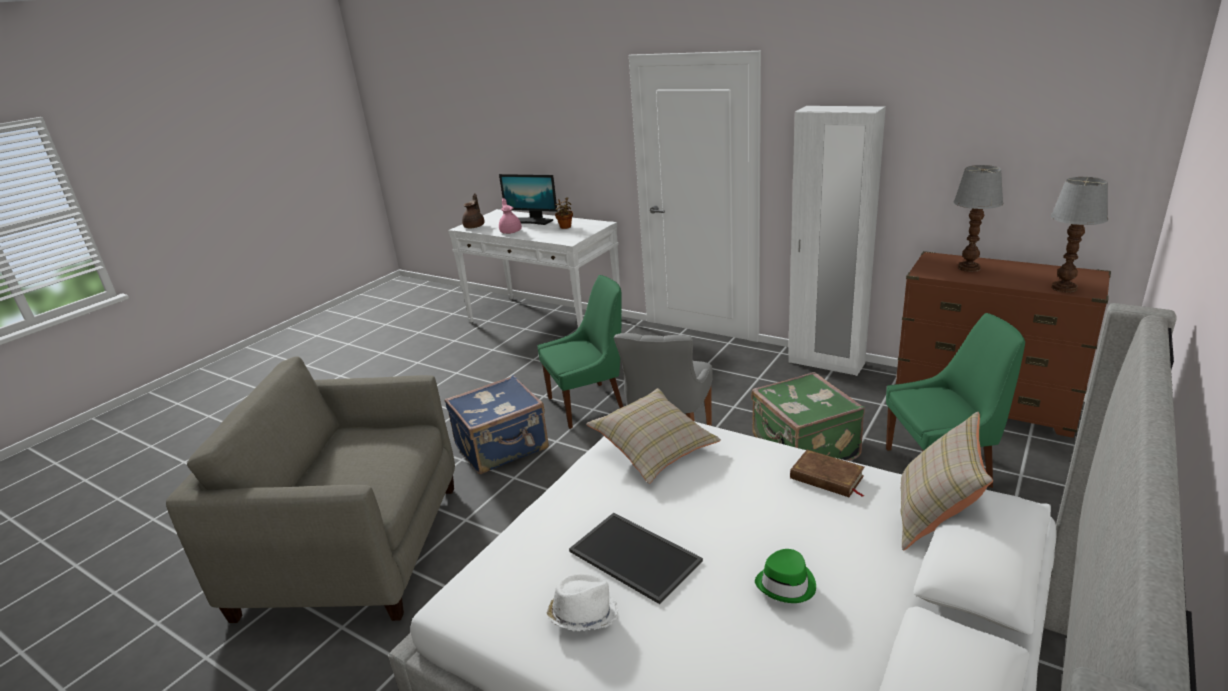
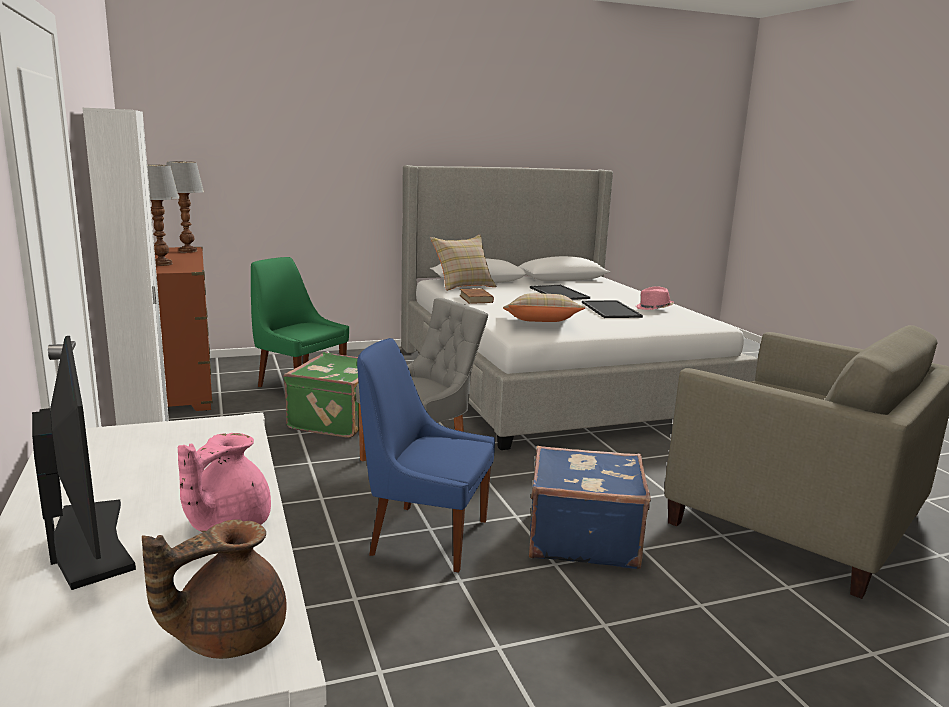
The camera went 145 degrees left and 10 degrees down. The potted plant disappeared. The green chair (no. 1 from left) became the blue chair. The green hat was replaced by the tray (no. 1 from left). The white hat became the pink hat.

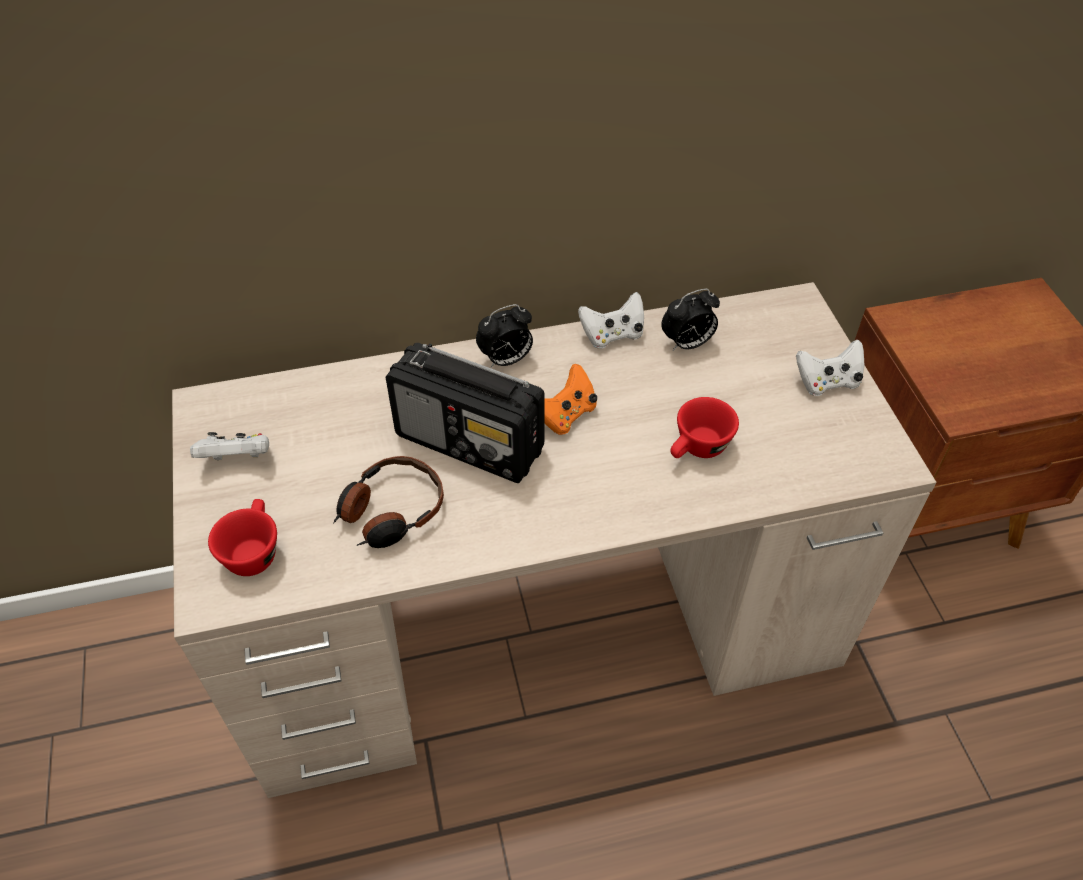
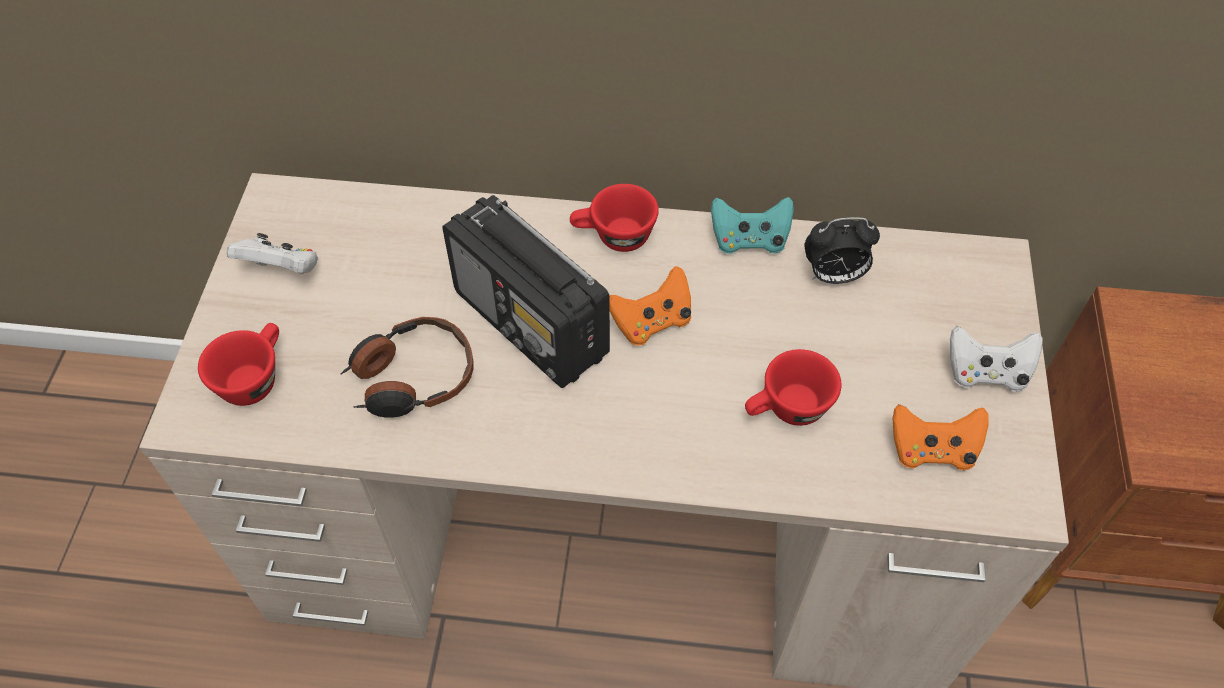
The camera went 20 degrees right and 5 degrees up. The white game controller (no. 2 from left) became the turquoise game controller. The alarm clock (no. 1 from left) was replaced by the red cup (no. 2 from left). The orange game controller (no. 2 from left) appeared.

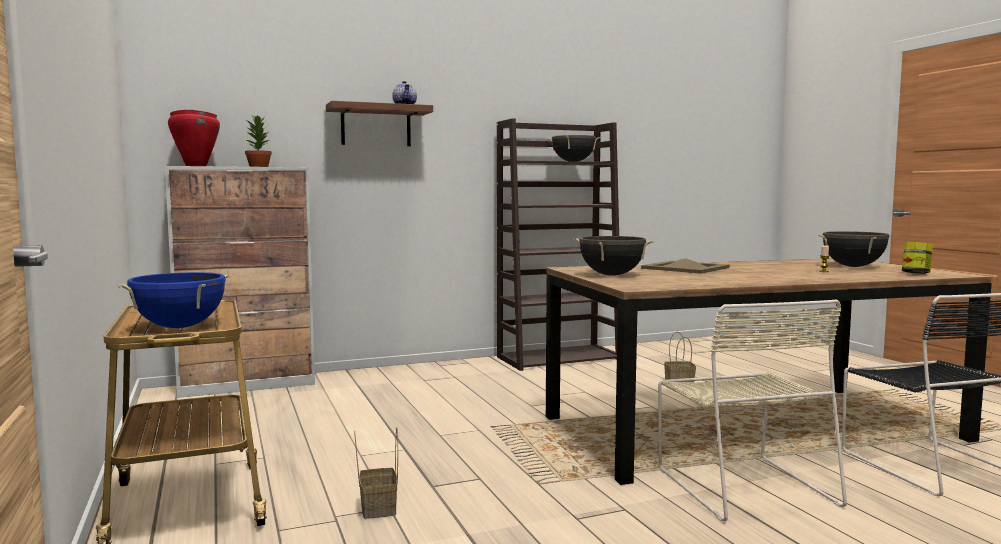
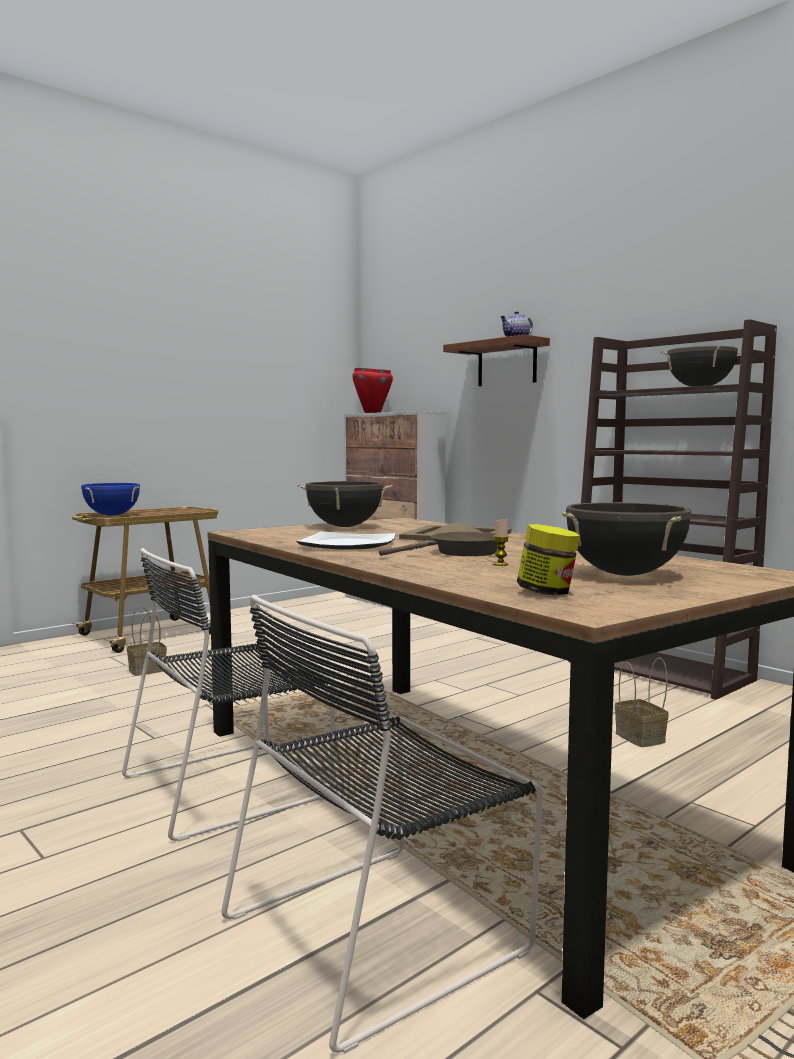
The camera went 70 degrees right and 0 degrees up. The potted plant disappeared. The beige chair became the black chair (no. 1 from left). The plate appeared. The brown frying pan appeared.

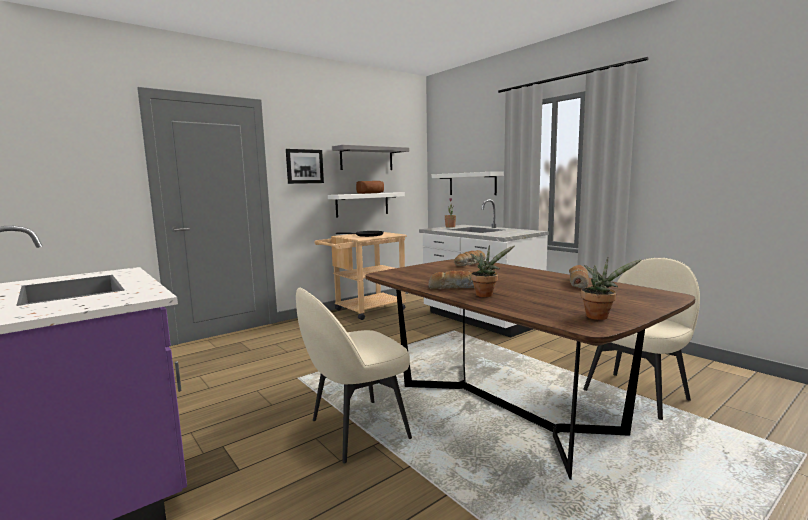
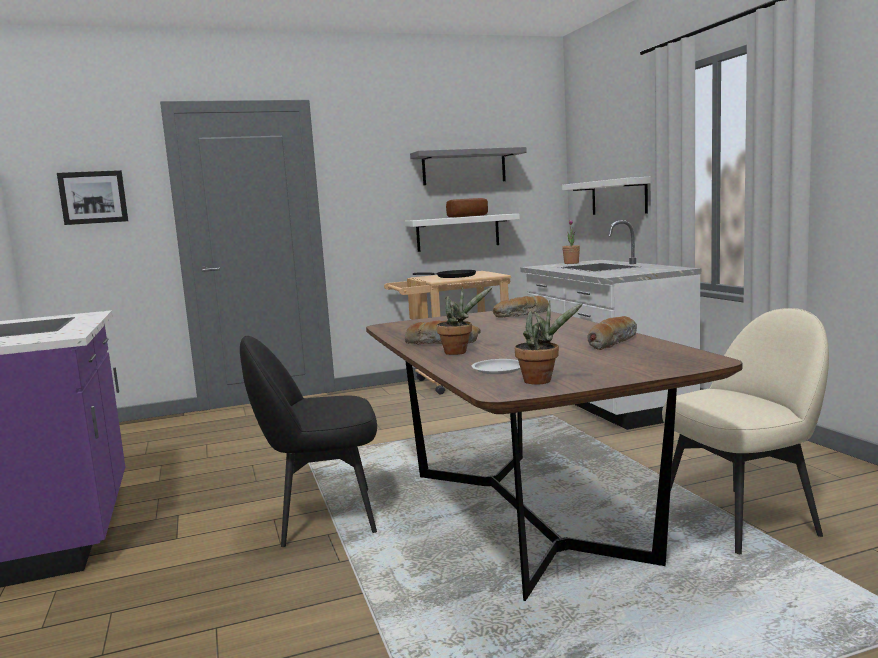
The camera went 20 degrees right and 0 degrees up. The picture moved. The beige chair (no. 1 from left) became the black chair. The white plate appeared.

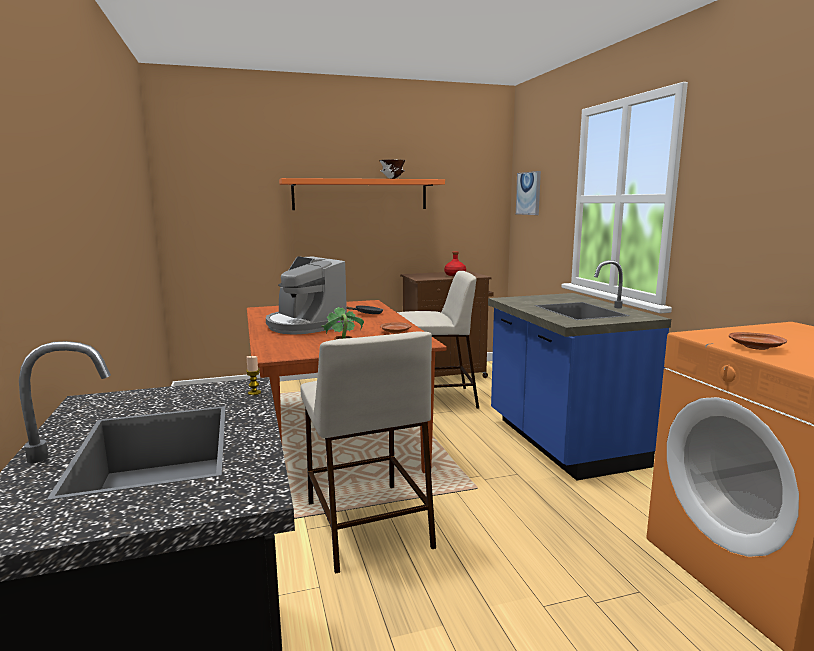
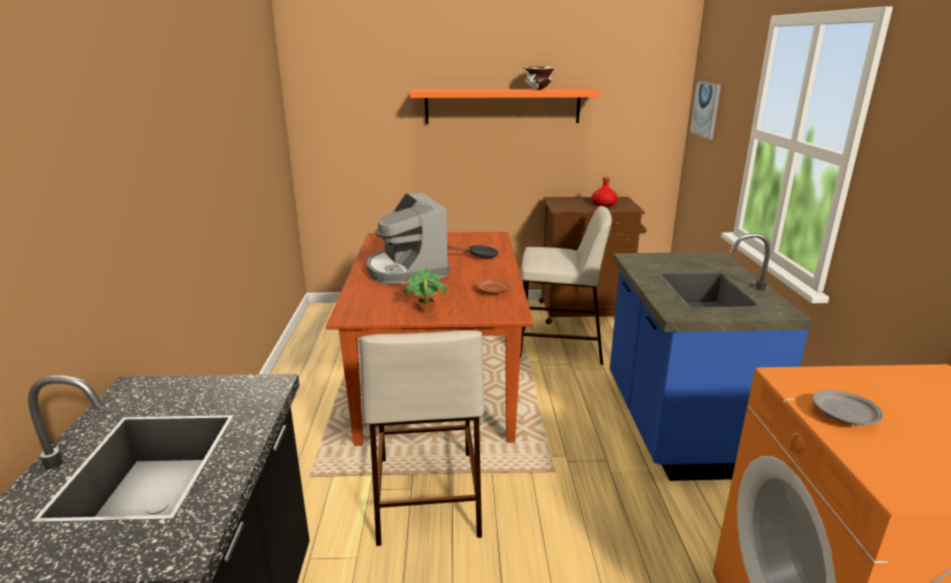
The camera went 15 degrees right and 10 degrees up. The brown plate (no. 2 from left) became the grey plate. The candle disappeared.

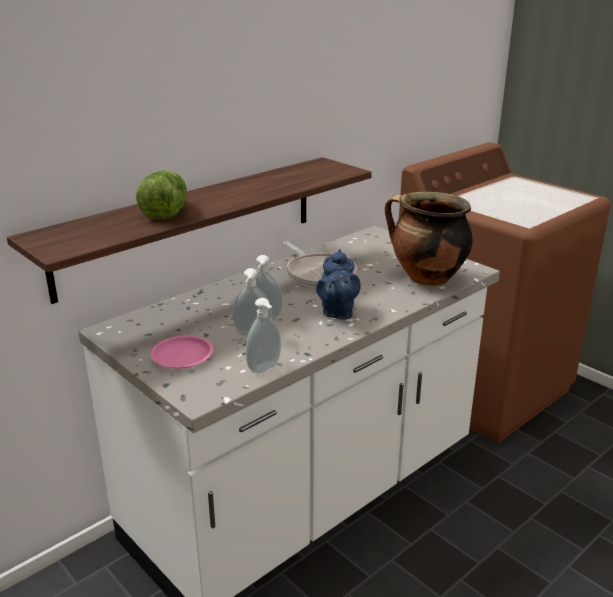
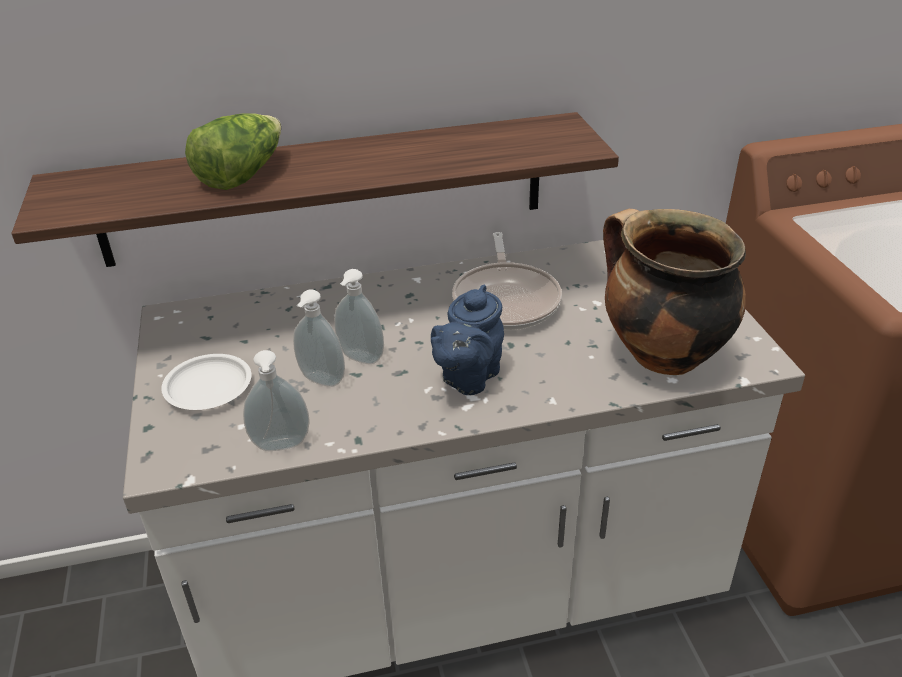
The camera went 30 degrees right and 10 degrees up. The pink plate became the white plate.

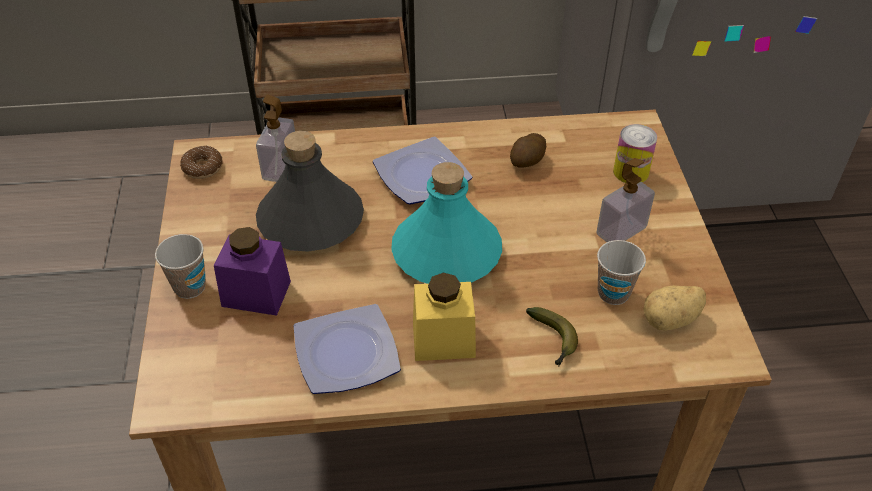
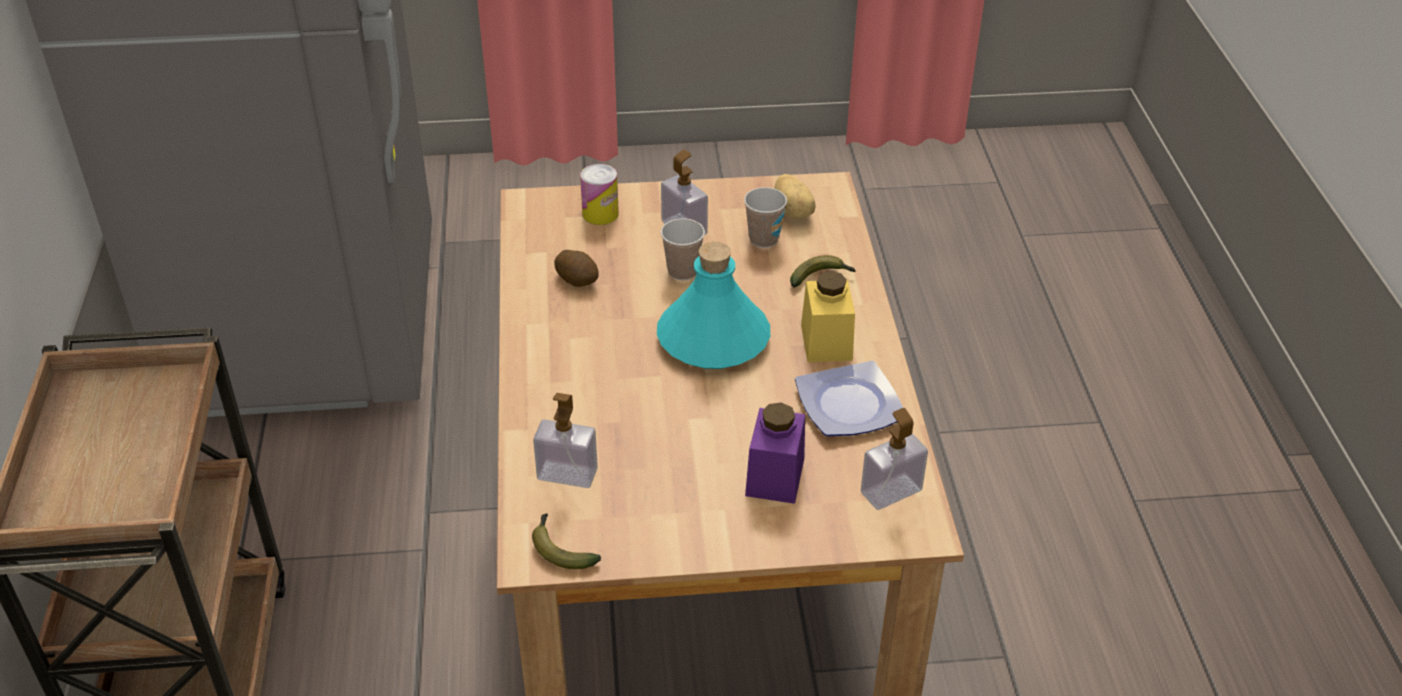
The camera went 90 degrees left and 5 degrees down. The grey bottle disappeared. The plate (no. 2 from left) disappeared. The donut was replaced by the banana (no. 1 from left). The cup (no. 1 from left) moved. The soap dispenser (no. 3 from left) appeared.

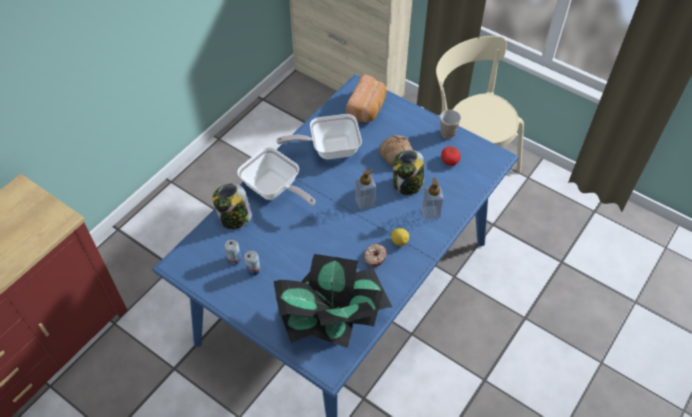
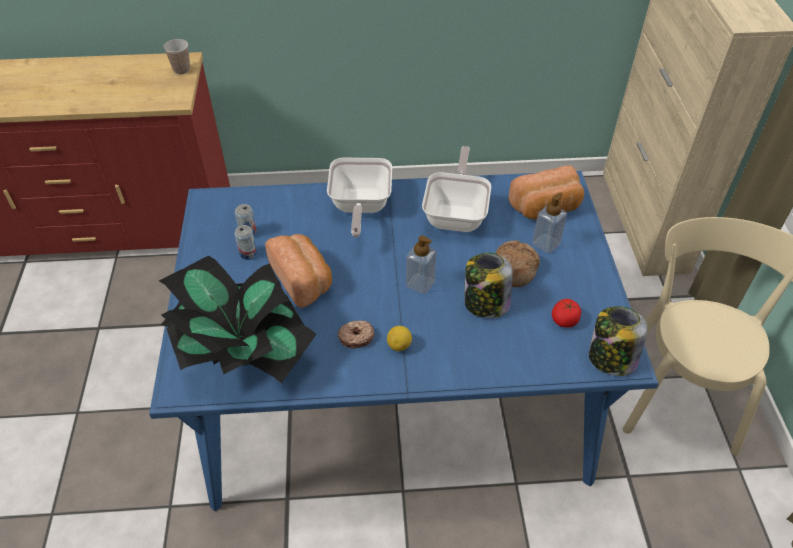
The camera went 50 degrees right and 5 degrees down. The cup moved. The frying pan (no. 2 from left) turned 60 degrees clockwise. The soap dispenser (no. 2 from left) moved. The jar (no. 1 from left in the first image) moved. The bread (no. 1 from left) appeared.

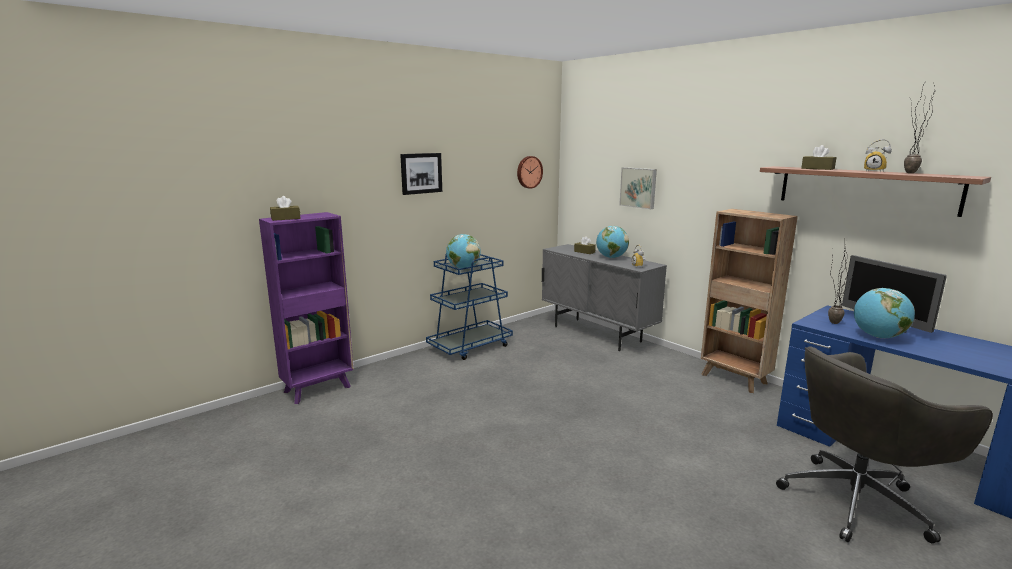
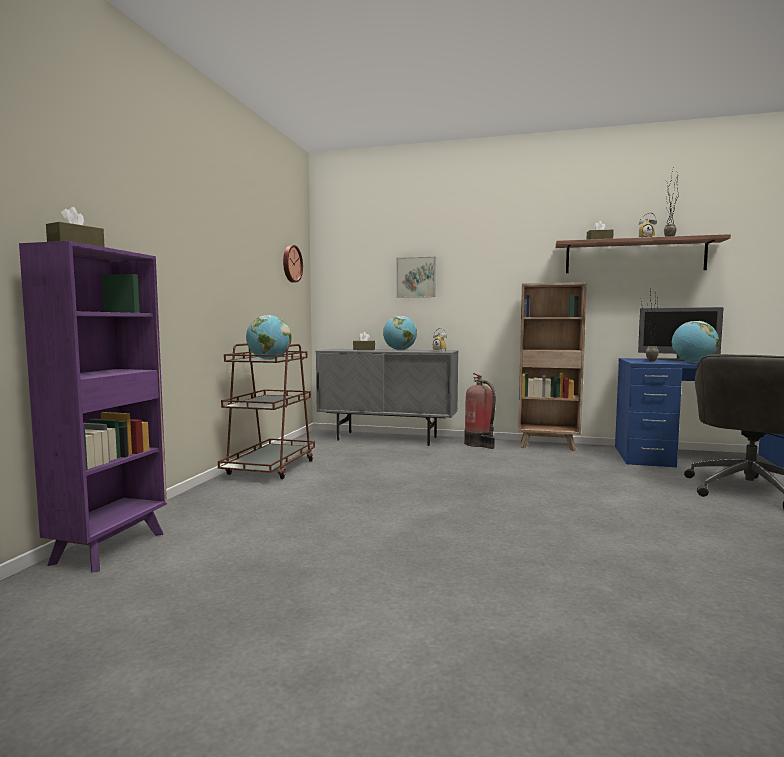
The camera went 35 degrees left and 10 degrees down. The picture (no. 1 from left) disappeared. The blue cart became the brown cart. The fire extinguisher appeared.

